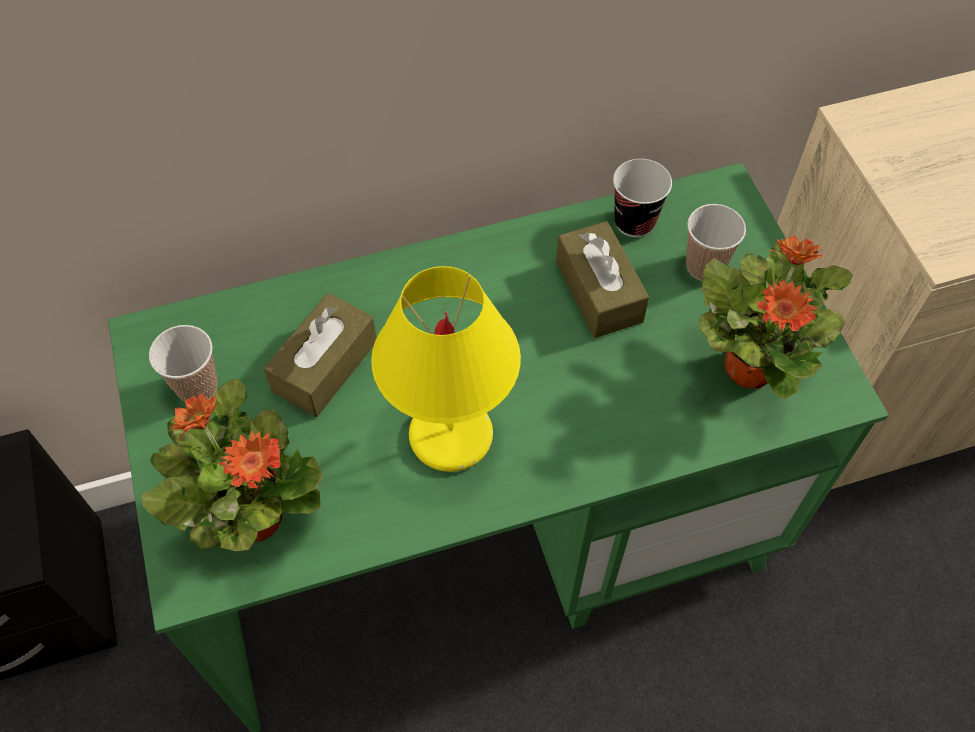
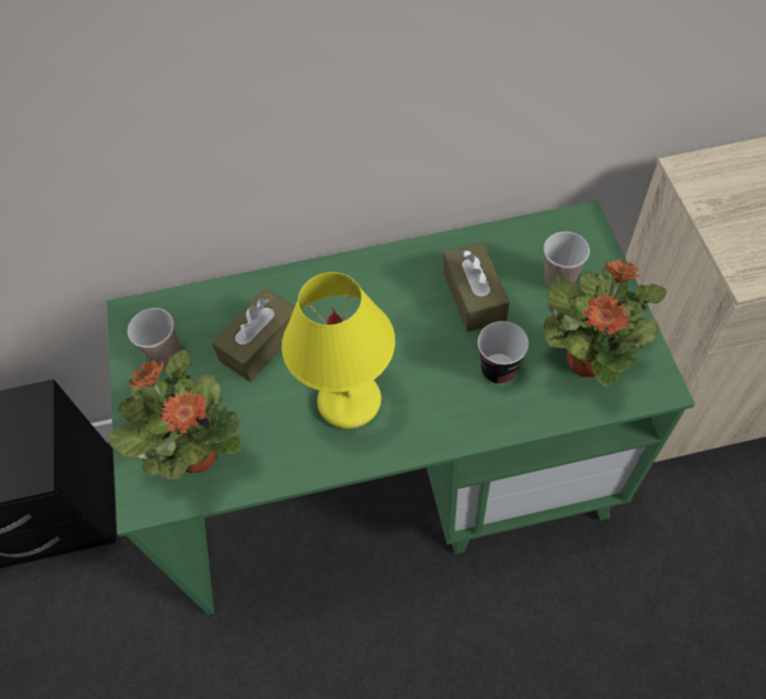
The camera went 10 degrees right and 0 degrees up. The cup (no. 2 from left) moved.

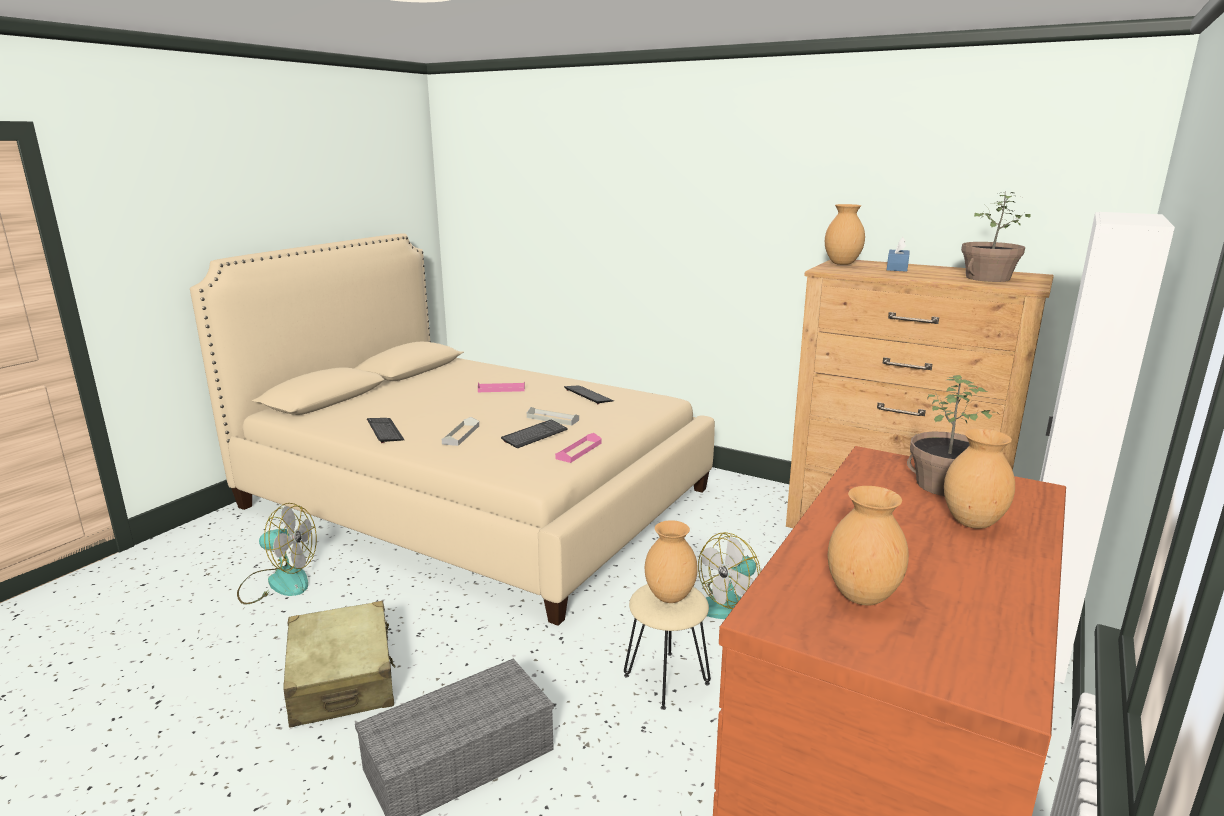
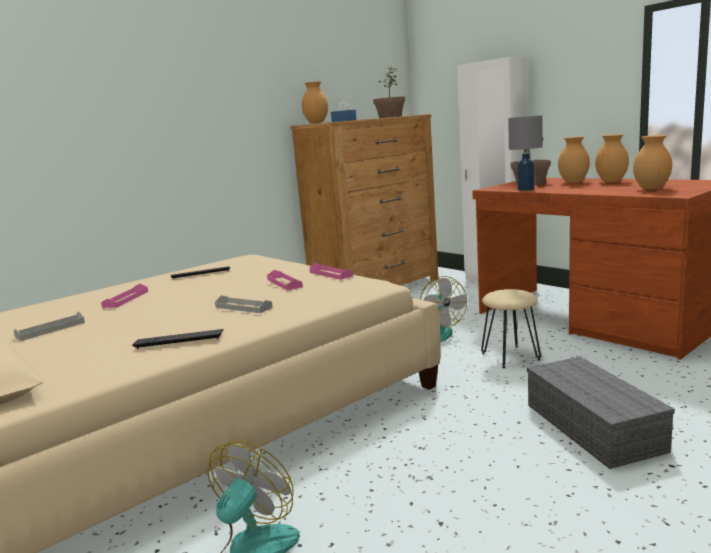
The camera went 70 degrees left and 5 degrees down. The grey tray (no. 2 from left in the first image) moved. The keyboard (no. 2 from left) was replaced by the pink tray (no. 2 from left). The brown vase (no. 1 from left in the first image) moved. The beige suitcase disappeared. The grey table lamp appeared.

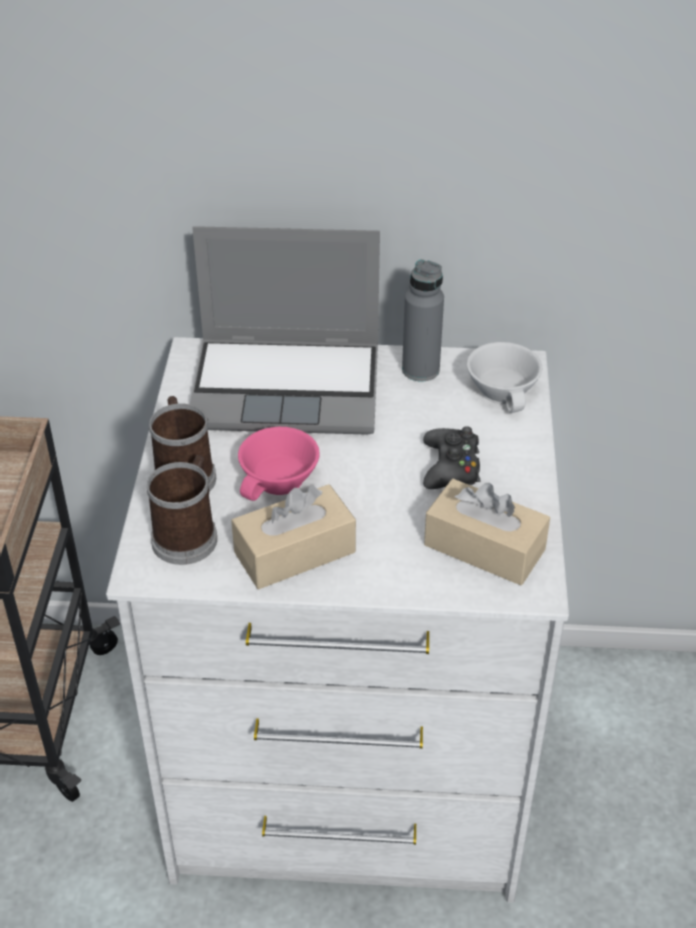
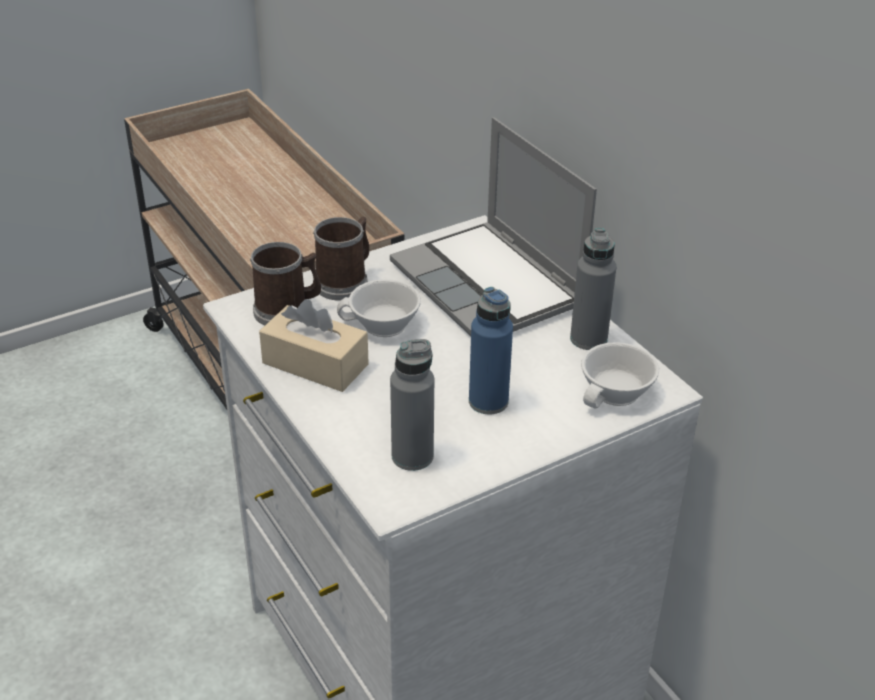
The camera went 55 degrees right and 5 degrees down. The black game controller was replaced by the blue bottle. The pink cup became the white cup (no. 1 from left). The beige tissue box (no. 2 from left) was replaced by the grey bottle (no. 1 from left).

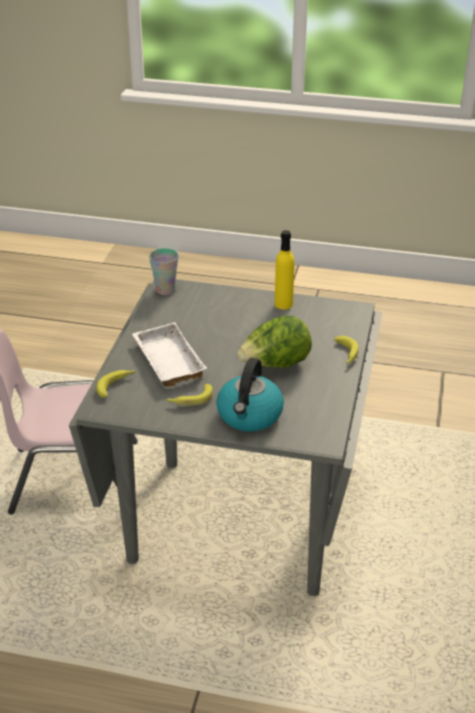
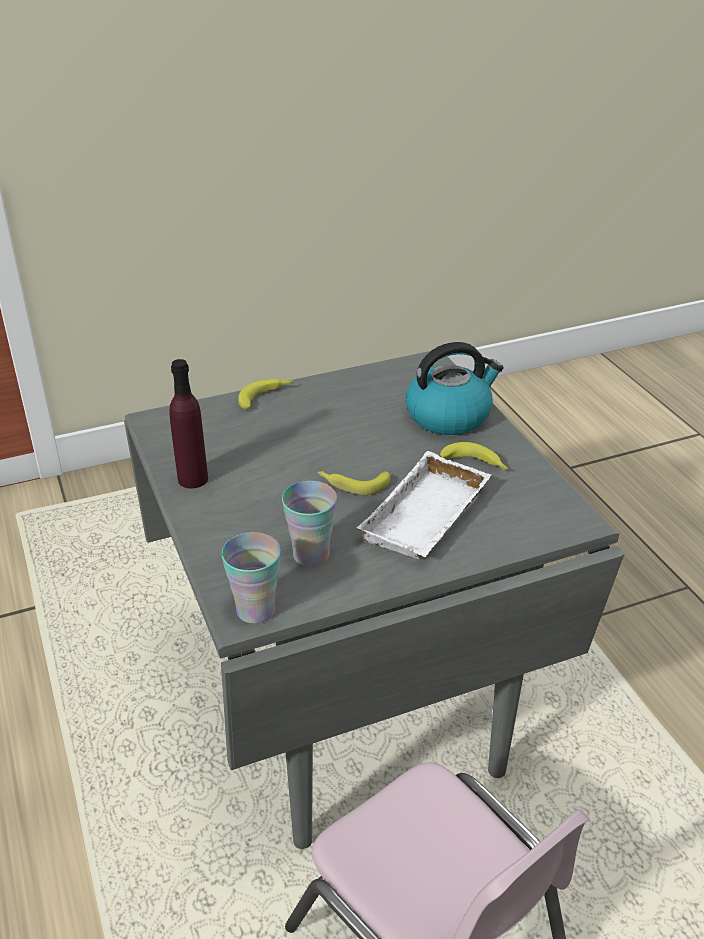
The camera went 125 degrees left and 0 degrees up. The yellow bottle became the purple bottle. The lettuce disappeared. The banana (no. 1 from left in the first image) moved. The cup (no. 2 from left) appeared.

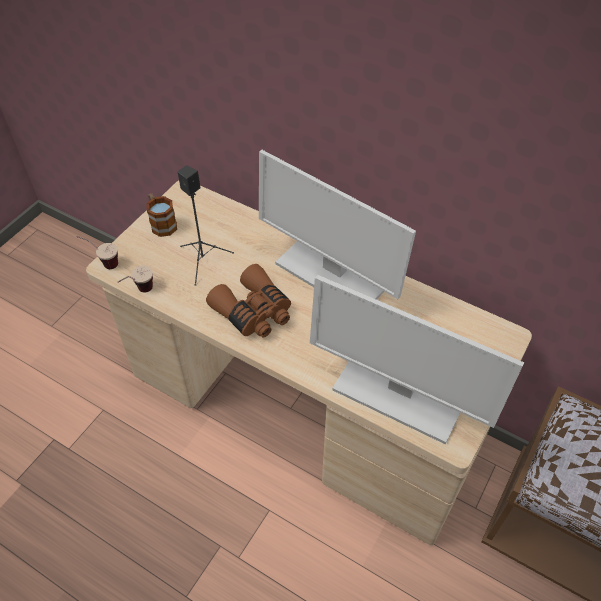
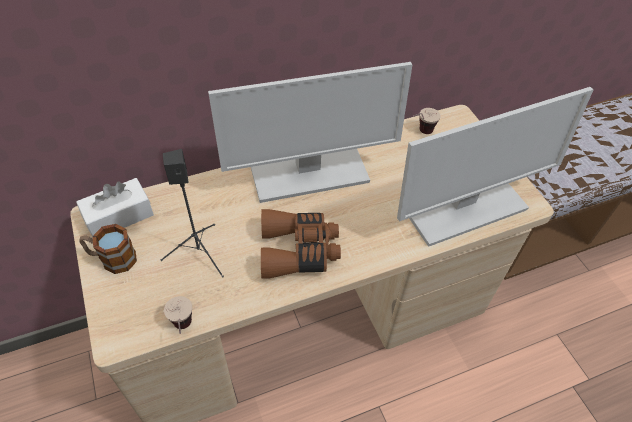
The camera went 55 degrees left and 0 degrees up. The cup (no. 1 from left in the first image) moved. The white tissue box appeared.

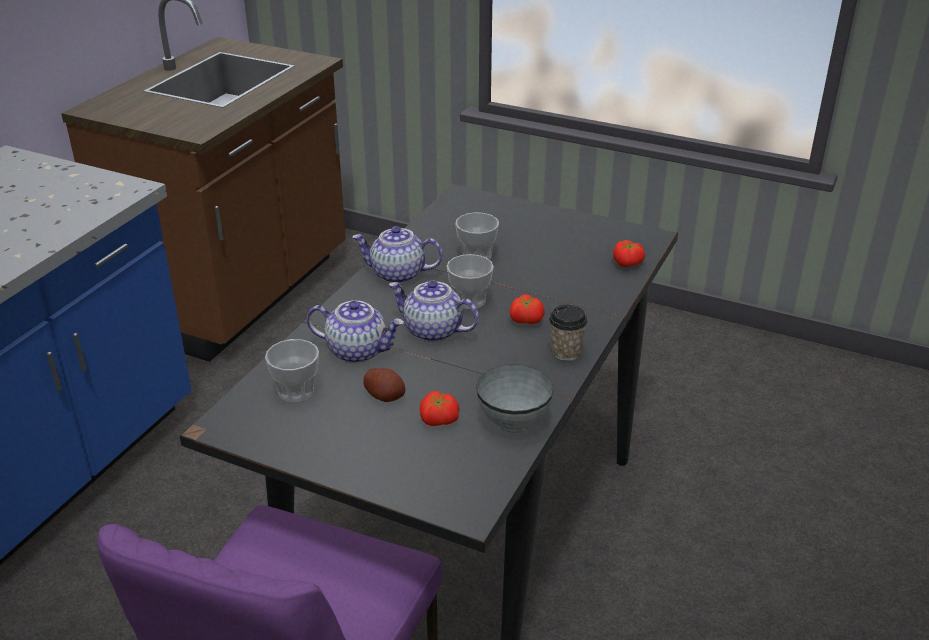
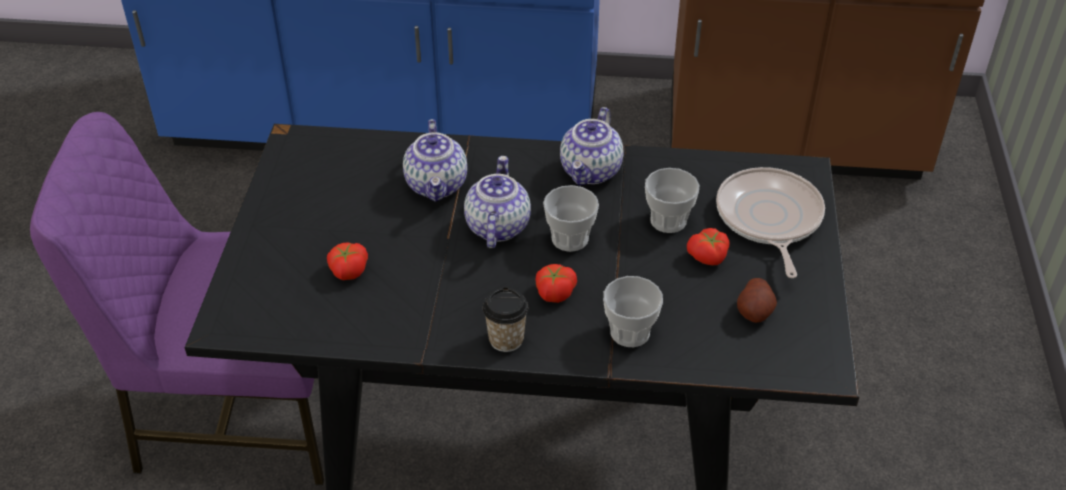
The camera went 70 degrees right and 10 degrees up. The teapot (no. 2 from left in the first image) turned 150 degrees counterclockwise. The tomato (no. 3 from left) moved. The cup (no. 1 from left in the first image) moved. The grey bowl disappeared. The potato moved. The frying pan appeared.

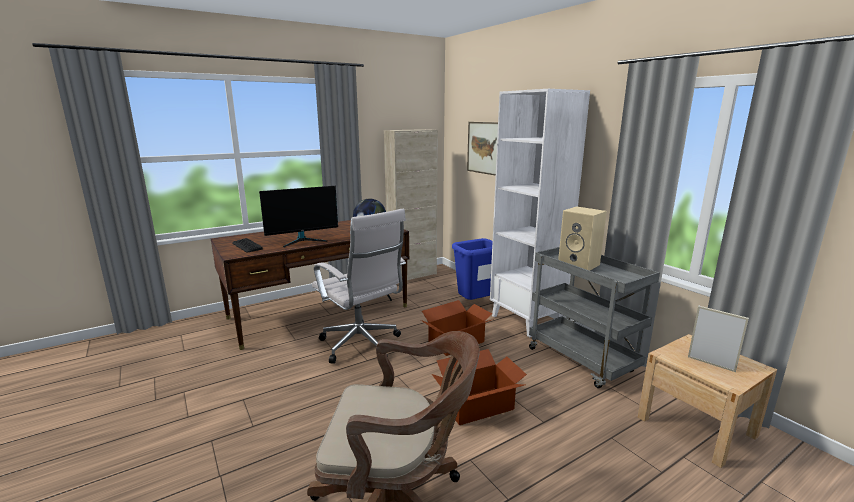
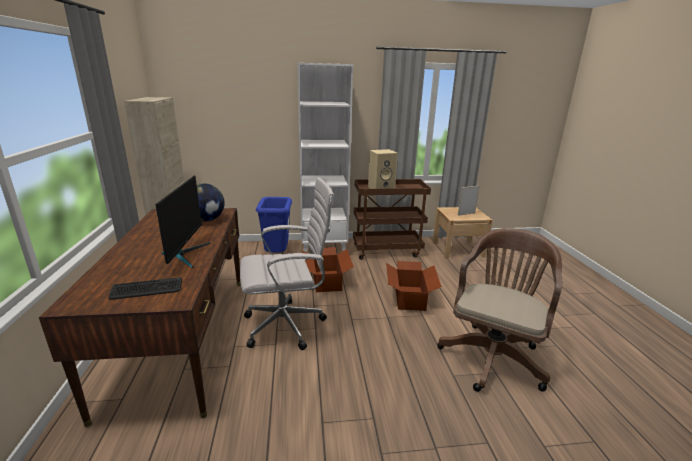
The camera went 65 degrees left and 5 degrees up. The picture disappeared. The grey cart became the brown cart.

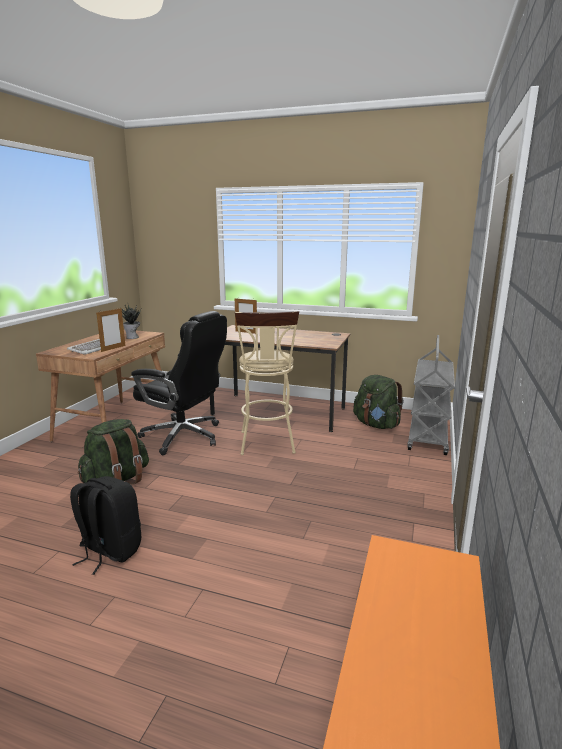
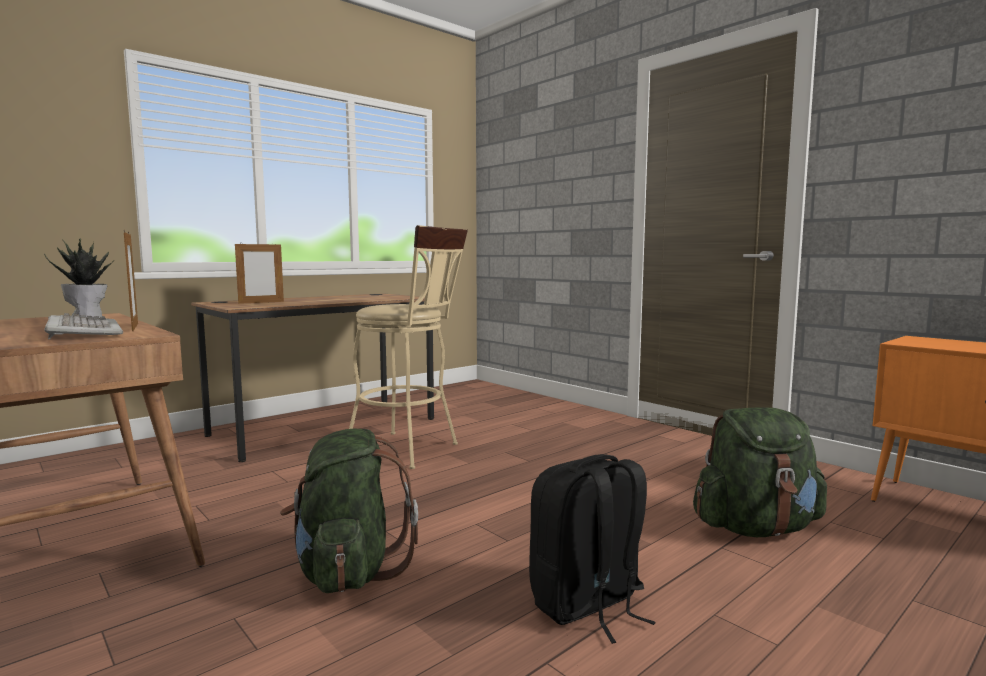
The camera went 60 degrees left and 10 degrees down. The black office chair disappeared. The grey cart disappeared. The green backpack (no. 2 from left) moved.

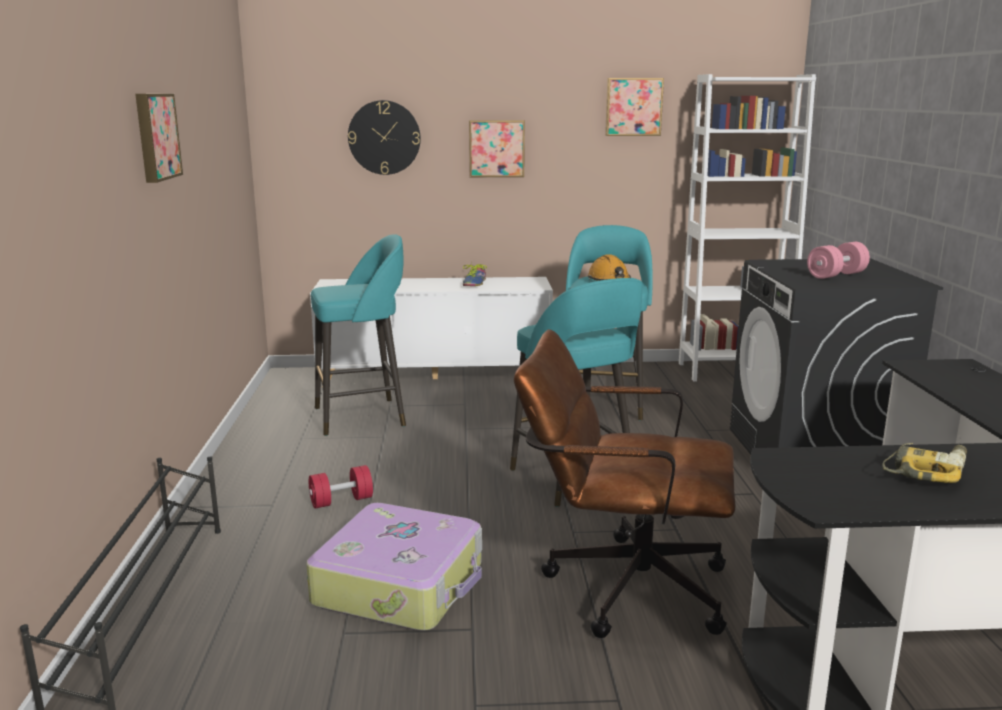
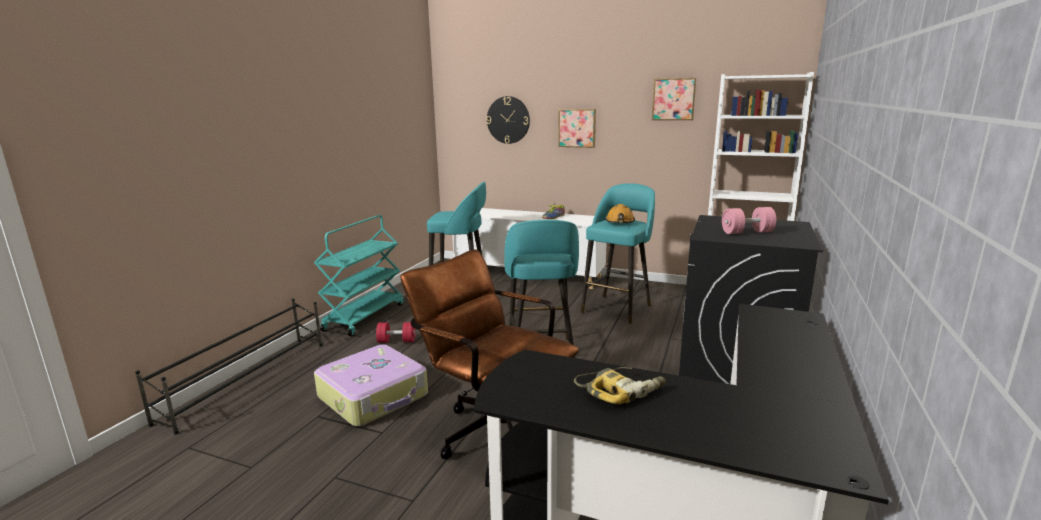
The camera went 25 degrees right and 0 degrees up. The picture (no. 1 from left) disappeared. The turquoise cart appeared.

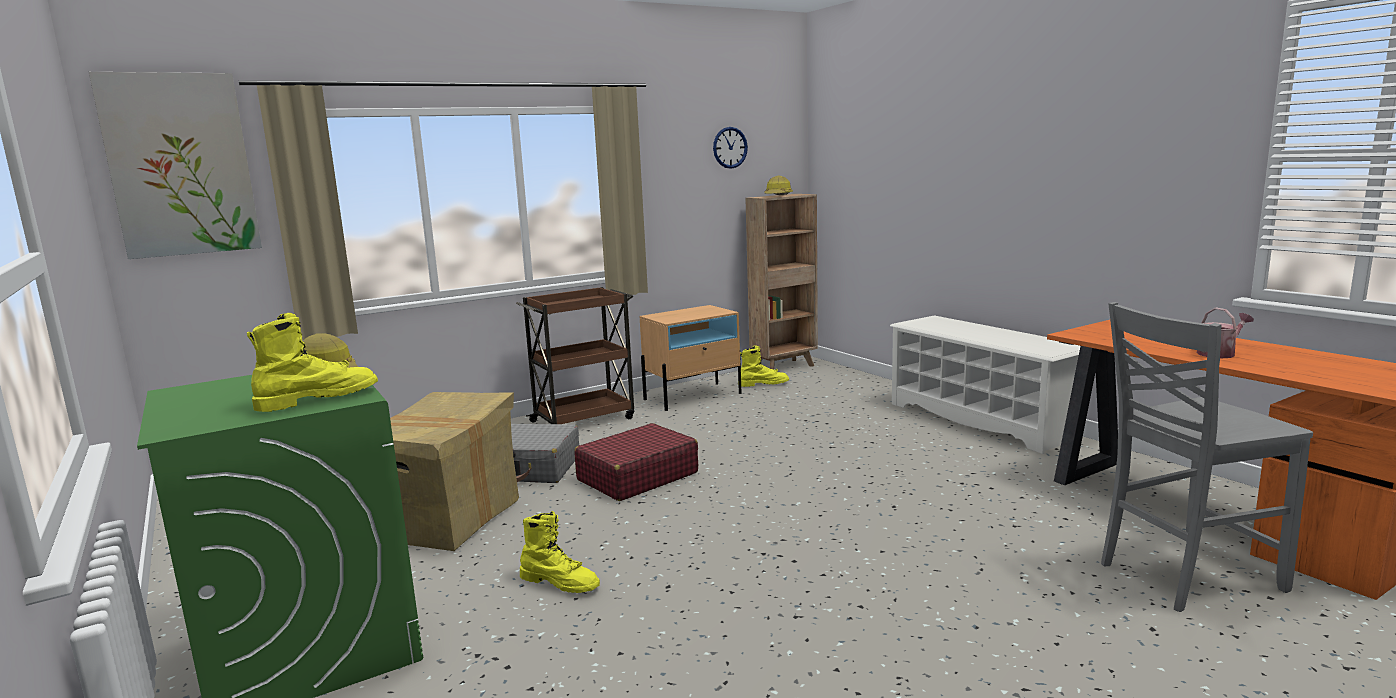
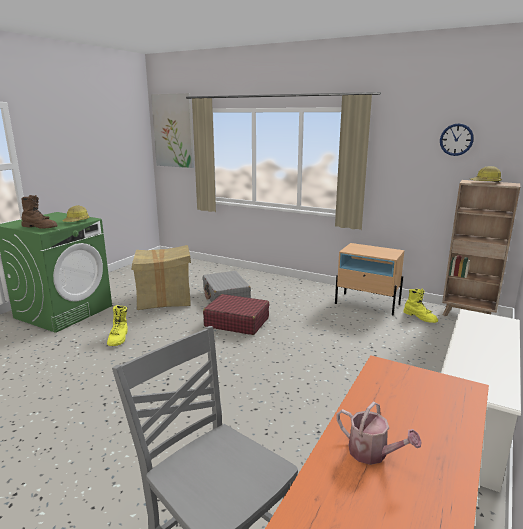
The camera went 60 degrees right and 5 degrees up. The brown cart disappeared. The yellow boot (no. 1 from left) became the brown boot.

